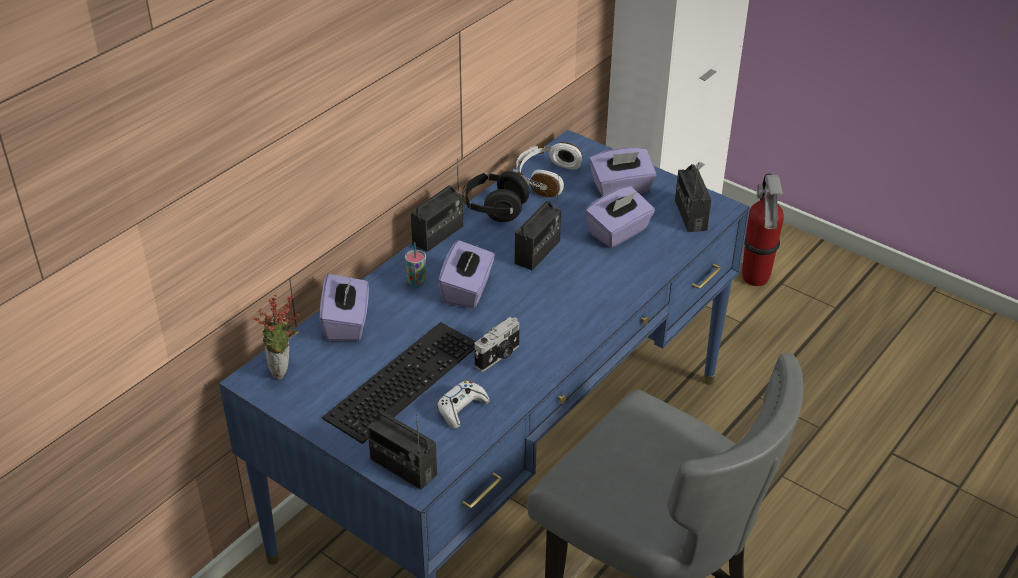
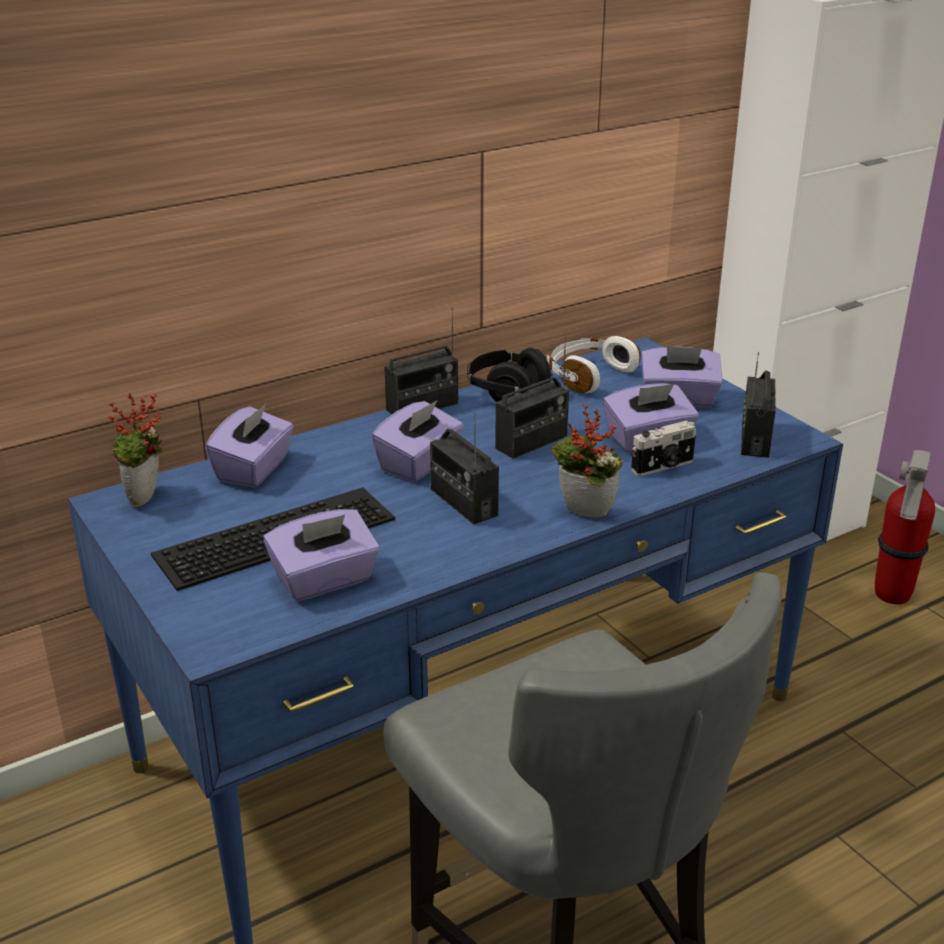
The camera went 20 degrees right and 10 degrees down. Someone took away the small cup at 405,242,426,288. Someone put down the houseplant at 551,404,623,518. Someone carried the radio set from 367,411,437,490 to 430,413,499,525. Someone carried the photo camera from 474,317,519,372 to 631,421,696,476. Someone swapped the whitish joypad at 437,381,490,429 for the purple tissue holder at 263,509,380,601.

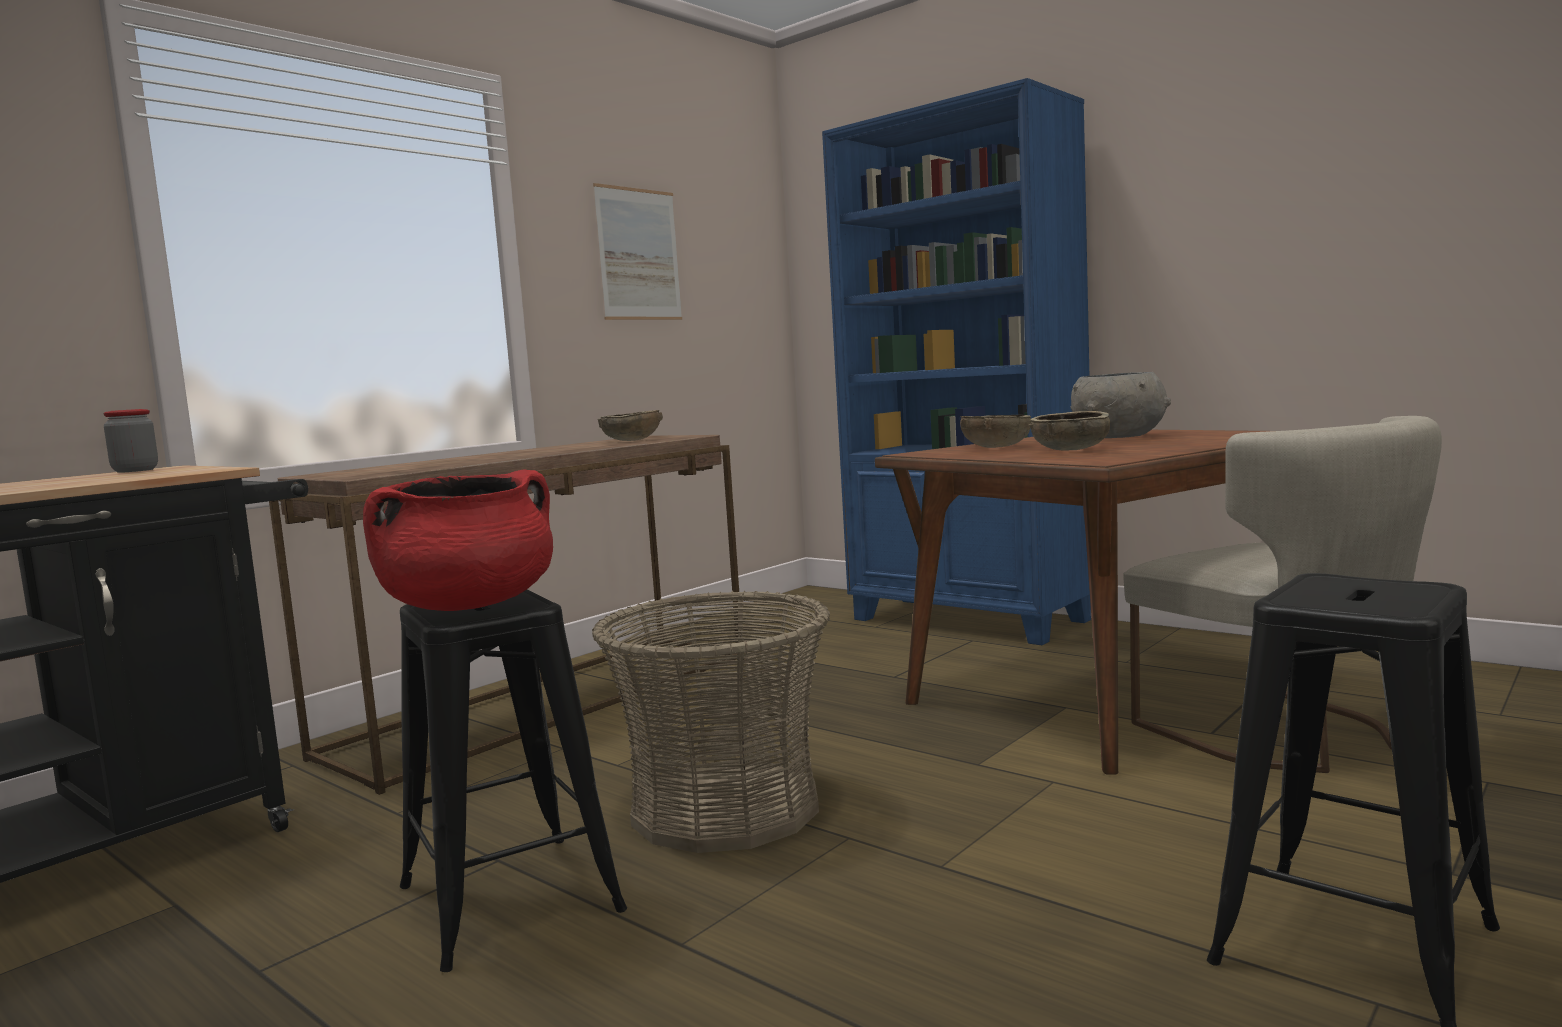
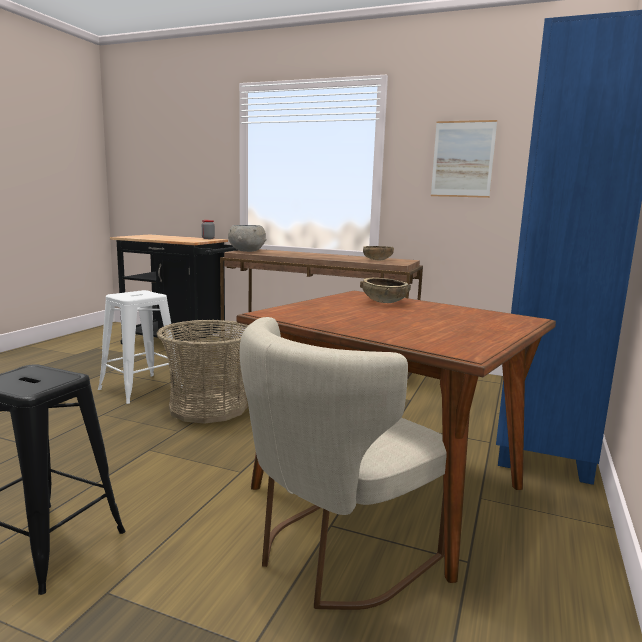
The camera went 70 degrees right and 5 degrees up. Someone took away the red-coloured stockpot at 363,470,553,611. Someone took away the brown deep dish at 1029,411,1110,451. Someone carried the grey deep dish from 1071,372,1171,438 to 228,225,266,252. Someone repainted the black-coloured sitting stool at 400,590,627,972, which became the whitish sitting stool at 98,290,183,404.

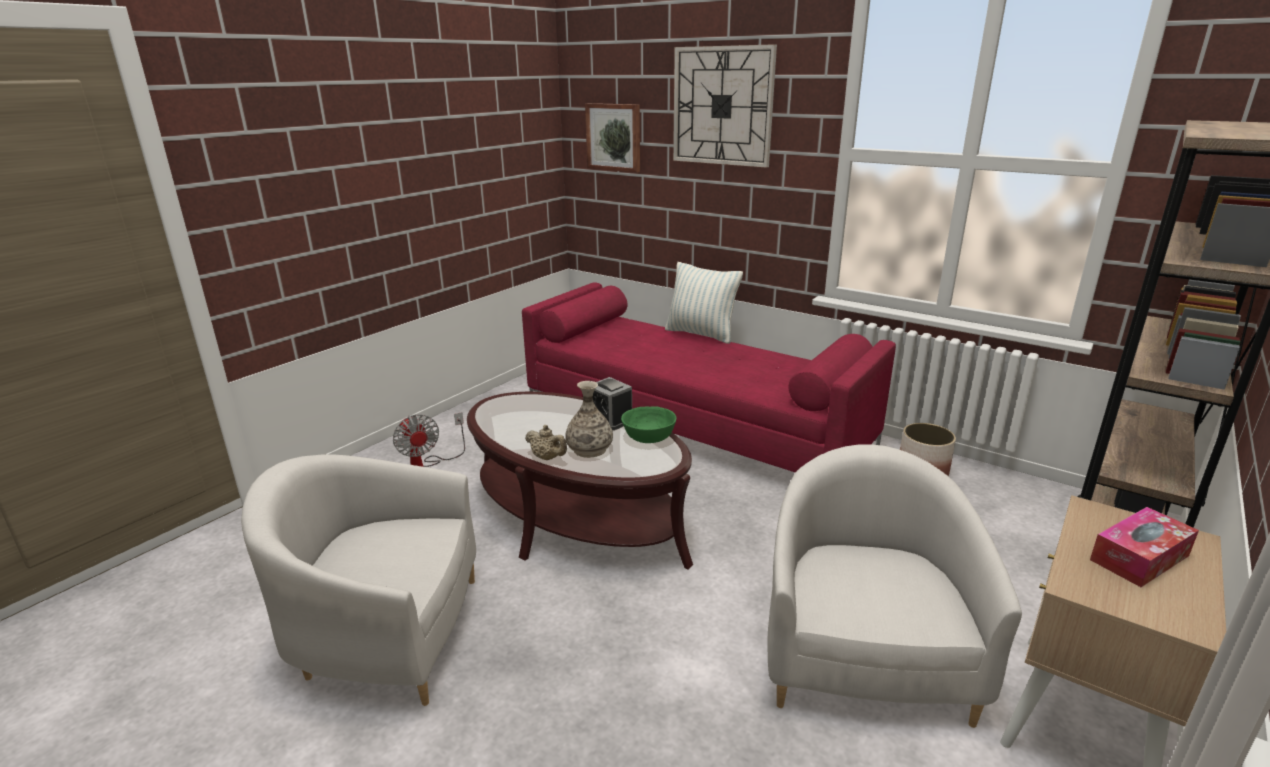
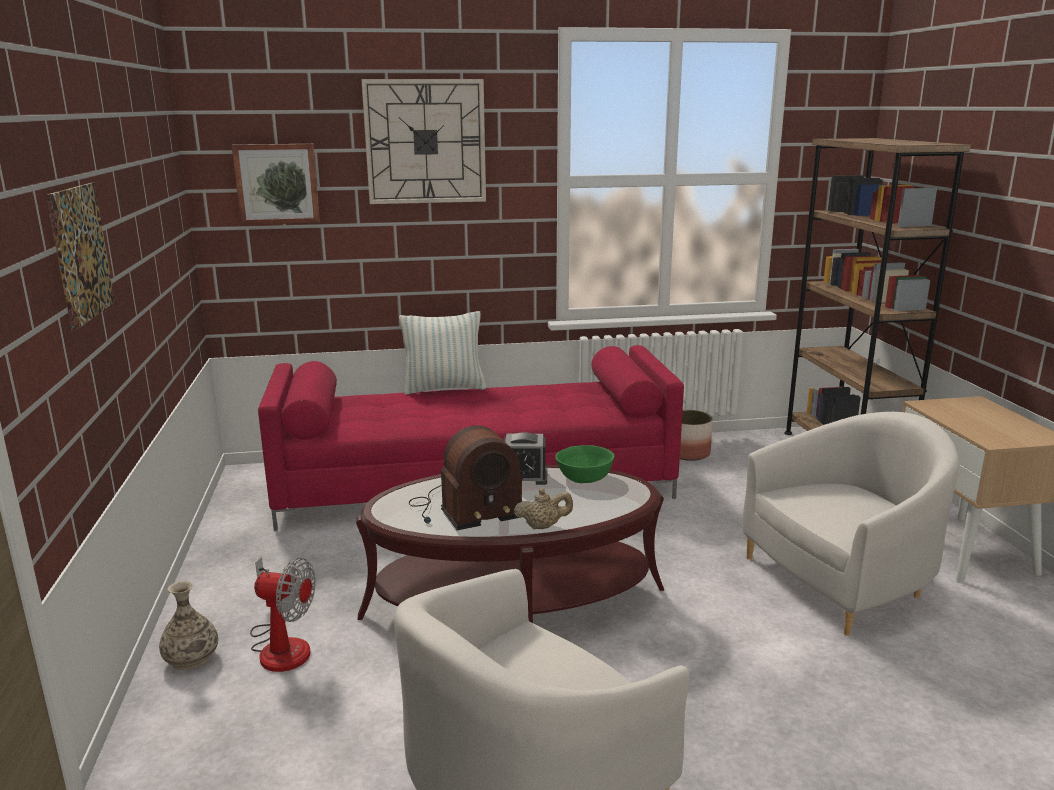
The camera went 45 degrees left and 5 degrees down. Someone took away the tissue holder at 1090,507,1199,587. Someone put up the wall art at 46,183,115,331. Someone put down the radio set at 409,425,523,530. Someone carried the vase from 565,381,613,458 to 159,581,218,670. Someone rotated the whitish lounge chair at 767,444,1022,728 by 105 degrees clockwise.

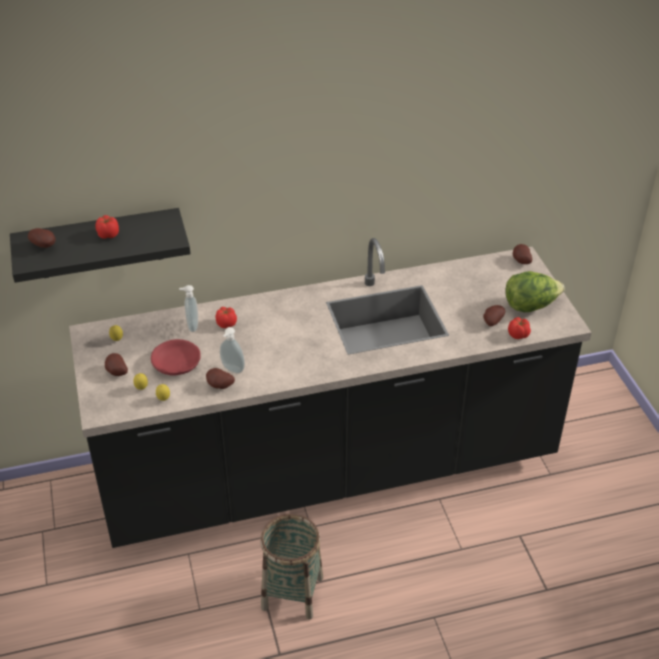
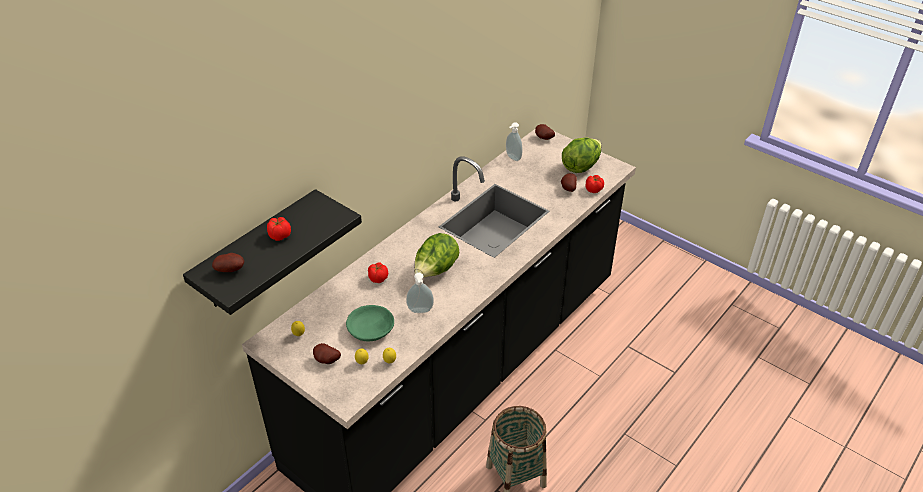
The camera went 35 degrees left and 0 degrees up. Someone took away the whole potato at 206,368,235,389. Someone put down the lettuce head at 414,233,459,278. Someone carried the liquid soap bottle from 179,285,198,332 to 506,122,522,161. Someone repainted the red-coloured deep dish at 151,339,201,376, which became the green-coloured deep dish at 346,305,394,341.

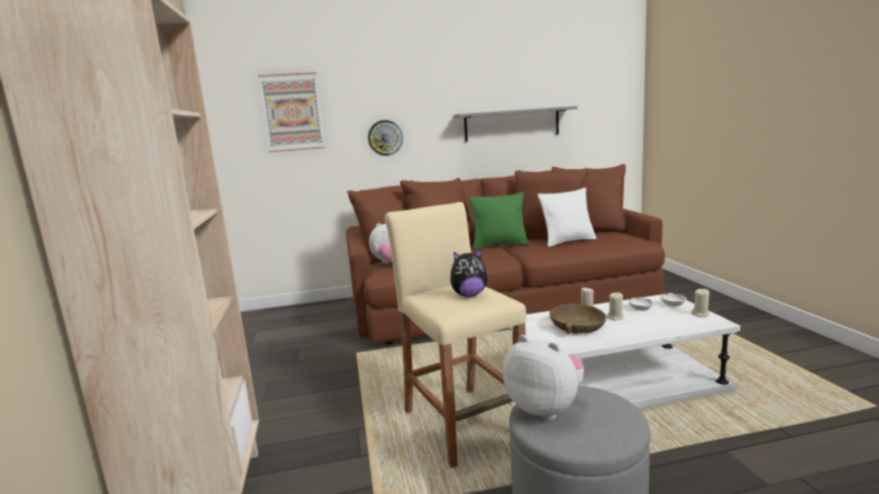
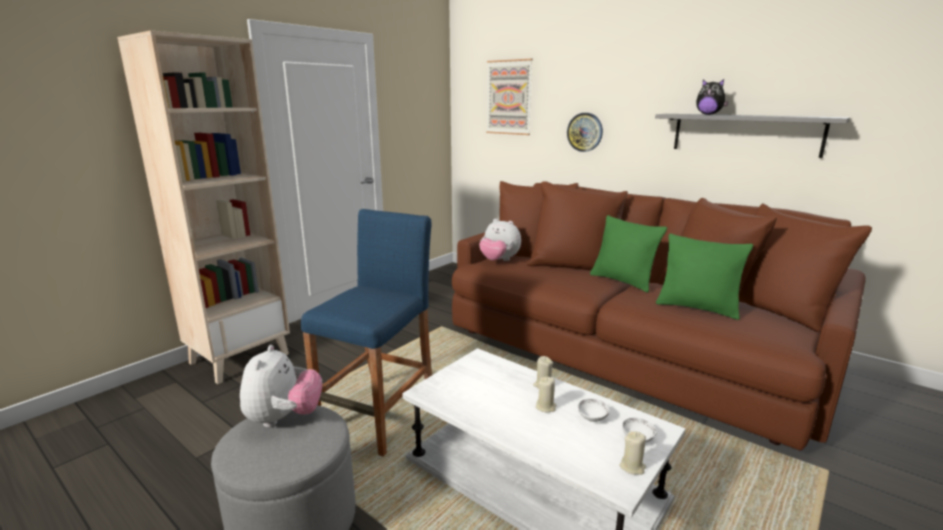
The camera went 50 degrees right and 5 degrees up. Someone took away the brown deep dish at 549,304,606,334. Someone carried the cuddly toy from 450,249,487,297 to 696,79,729,115. Someone repainted the sand-coloured sitting stool at 385,202,527,468, which became the blue sitting stool at 301,209,432,457. Someone repainted the whitish cushion at 538,188,596,247, which became the green-coloured cushion at 656,234,753,320.

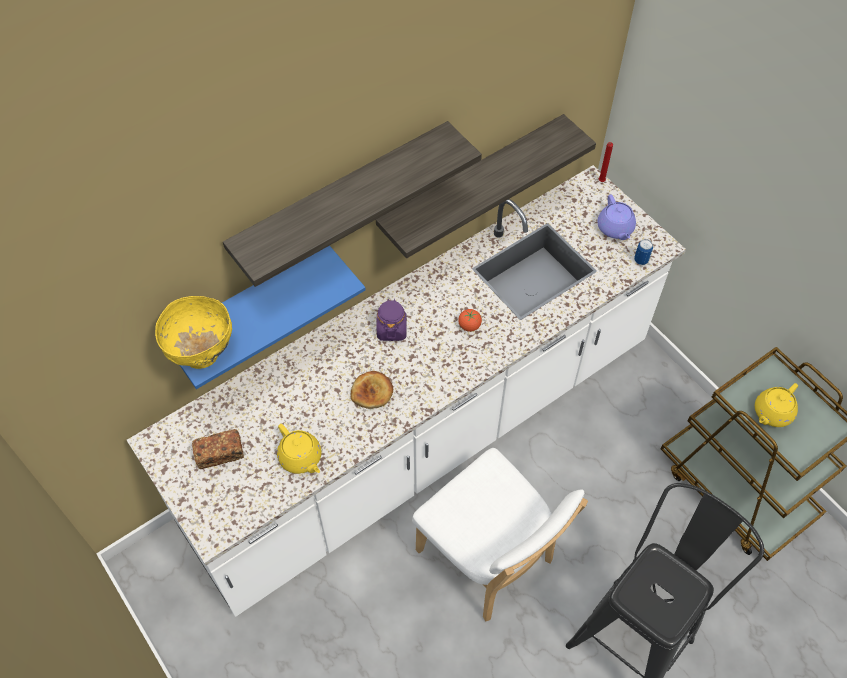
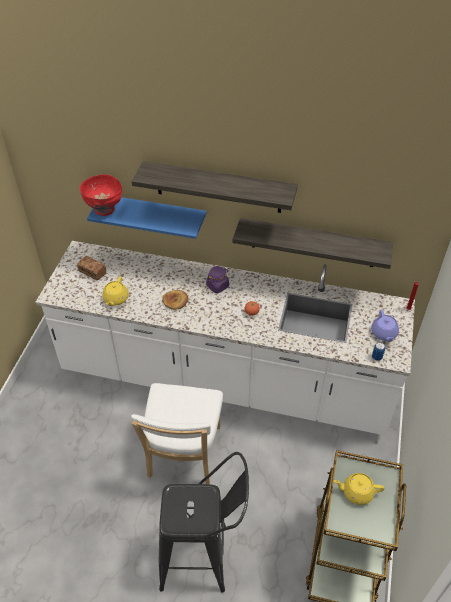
The camera went 50 degrees right and 10 degrees down. Someone repainted the yellowish deep dish at 155,296,232,369, which became the red-coloured deep dish at 80,174,122,216. Someone rotated the purple pot for tea at 597,194,636,240 by 45 degrees counterclockwise.

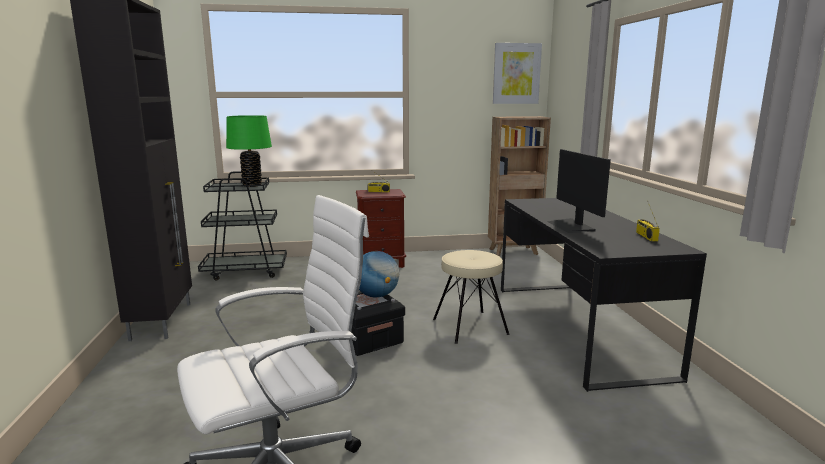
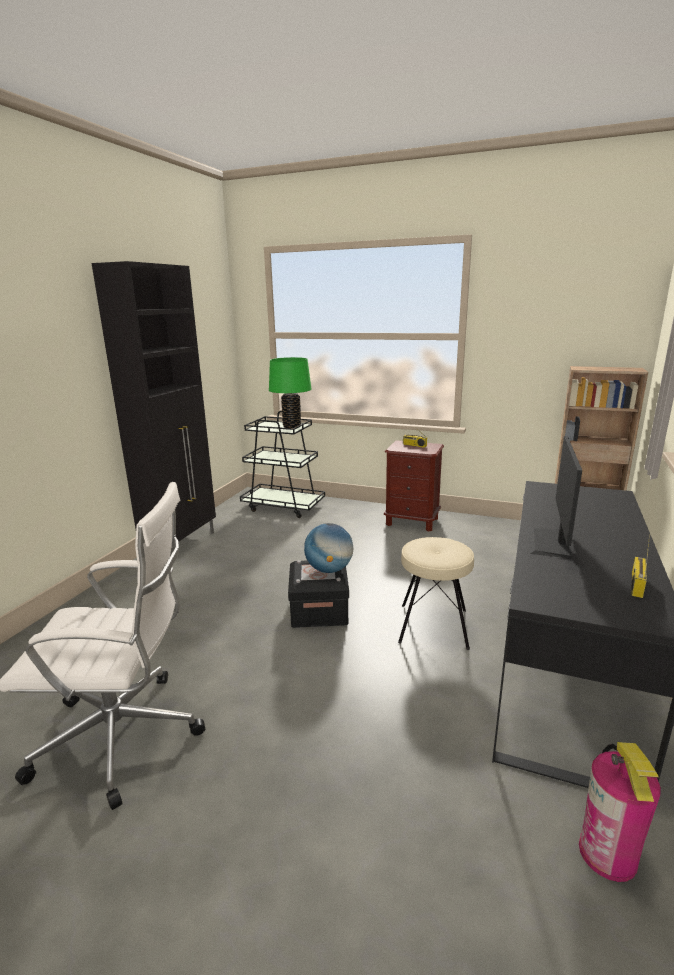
The camera went 30 degrees right and 5 degrees up. Someone took away the wall art at 493,43,542,104. Someone put down the extinguisher at 579,742,661,882.

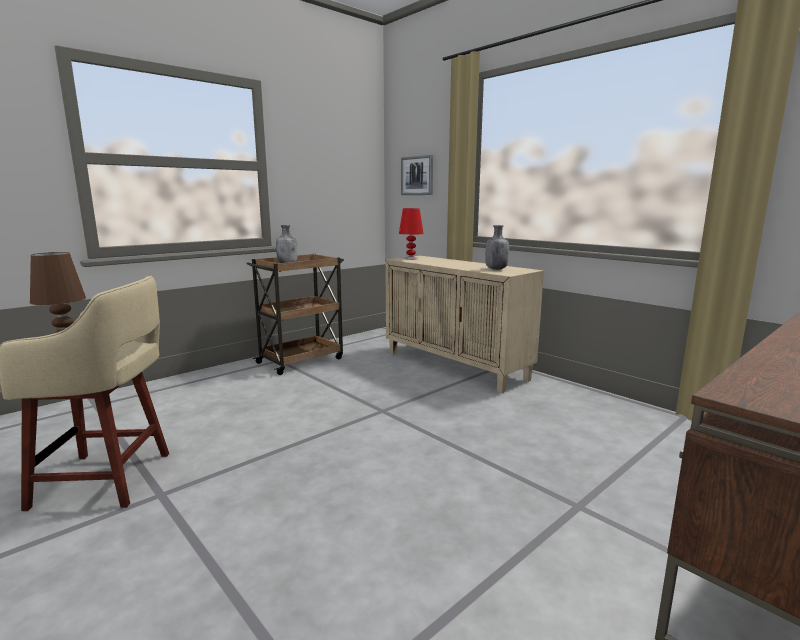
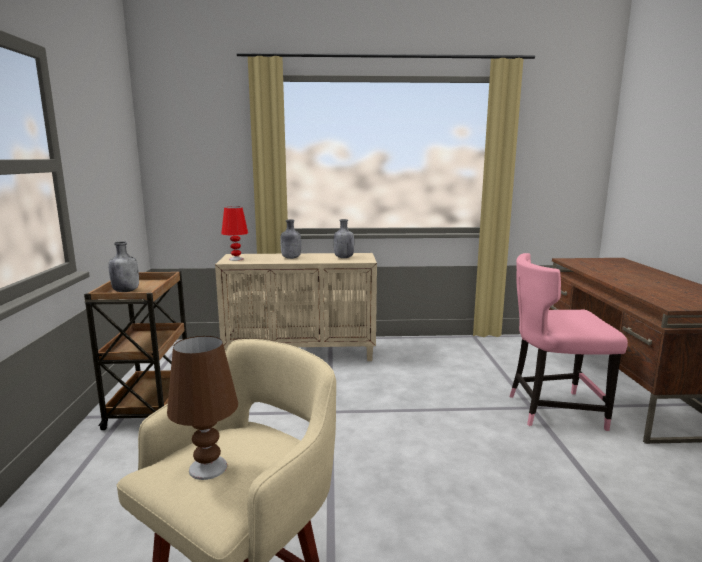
The camera went 50 degrees left and 0 degrees up. Someone took away the wall art at 401,155,433,195. Someone put down the grey drink bottle at 280,219,301,259. Someone put down the pink-coloured upright chair at 510,253,628,431.

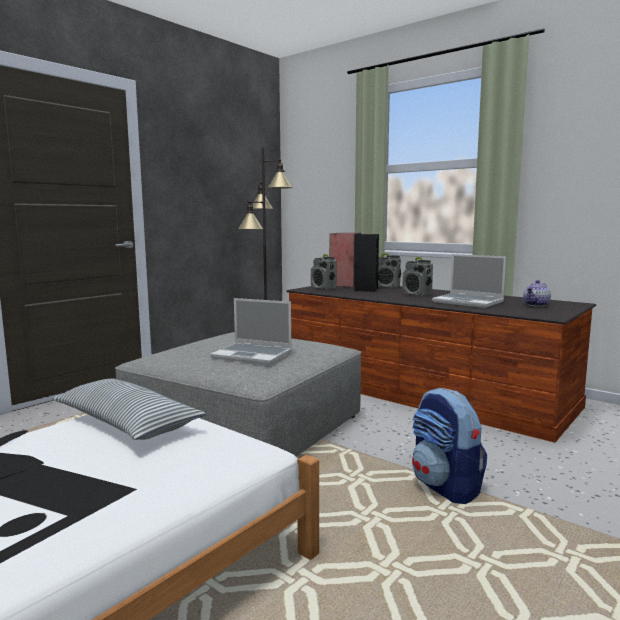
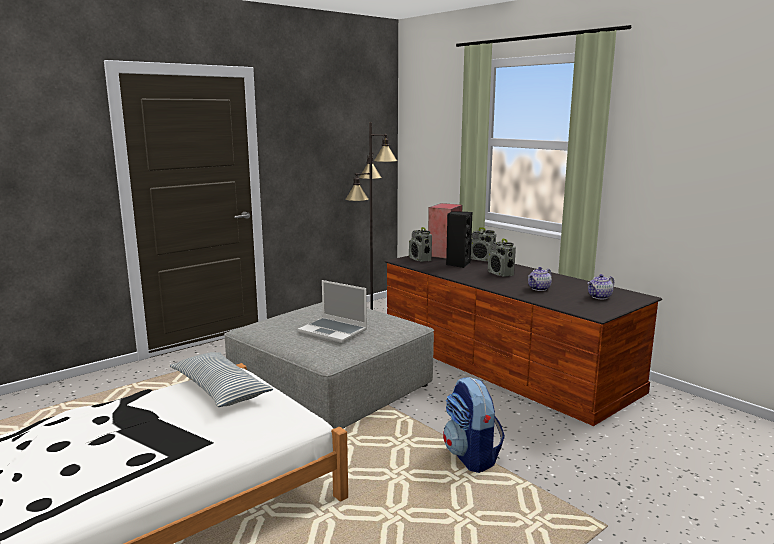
The camera went 10 degrees right and 5 degrees up. Someone swapped the notebook computer at 432,254,506,308 for the pot for tea at 528,267,552,291.

